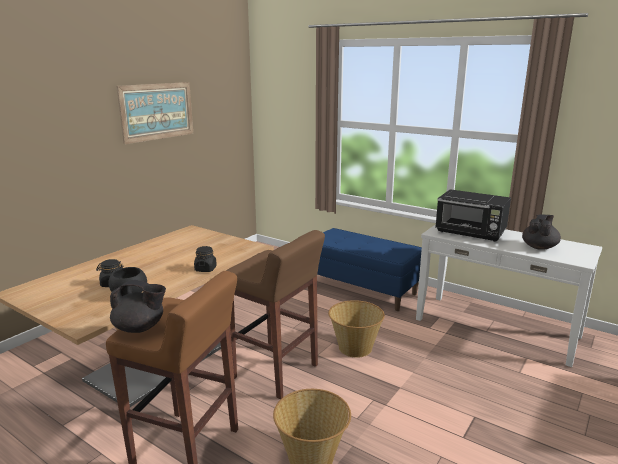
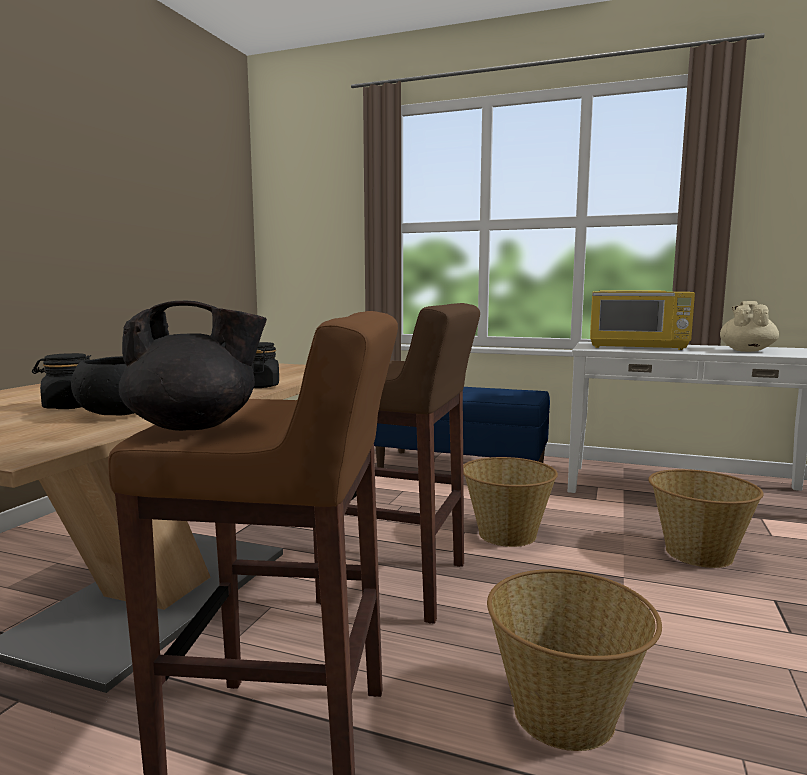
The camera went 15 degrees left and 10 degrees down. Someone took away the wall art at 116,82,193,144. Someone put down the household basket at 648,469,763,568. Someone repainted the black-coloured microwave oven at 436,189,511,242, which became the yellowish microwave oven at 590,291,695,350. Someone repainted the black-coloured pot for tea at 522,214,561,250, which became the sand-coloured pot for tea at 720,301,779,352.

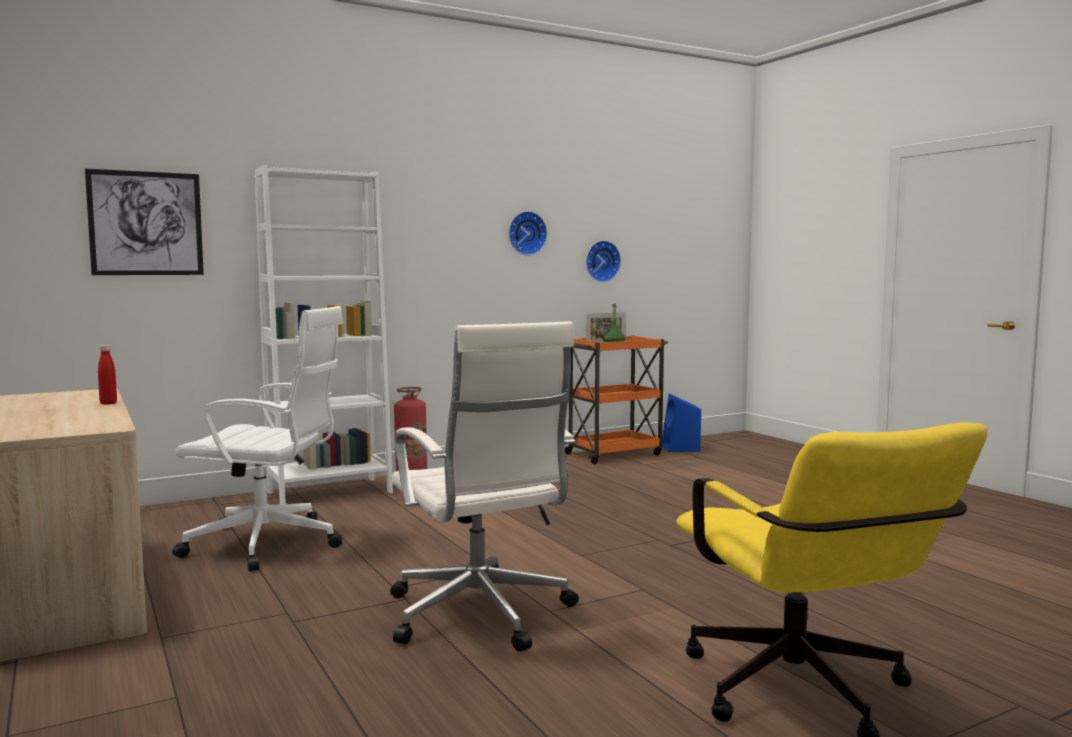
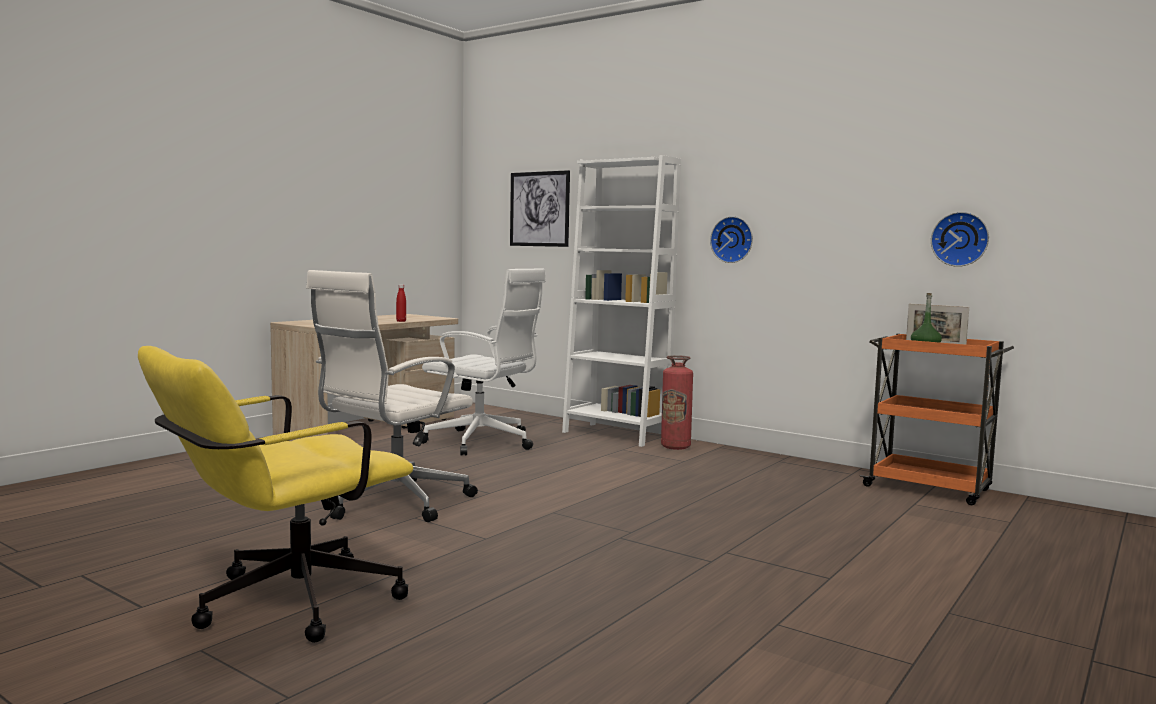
The camera went 65 degrees right and 0 degrees up. Someone took away the blue speaker at 662,393,701,452. Someone carried the wall clock from 509,211,547,256 to 710,216,753,263. Someone rotated the whitish desk chair at 172,306,343,572 by 45 degrees counterclockwise.

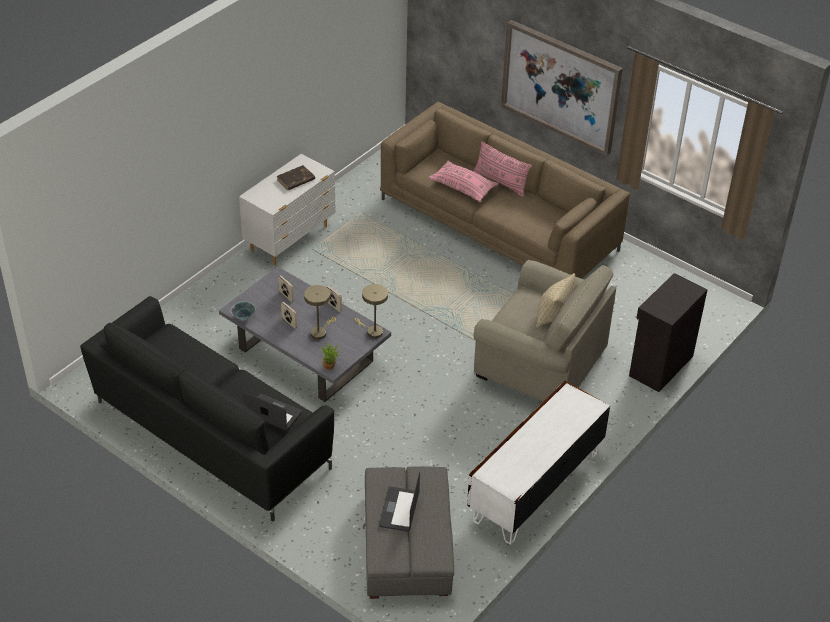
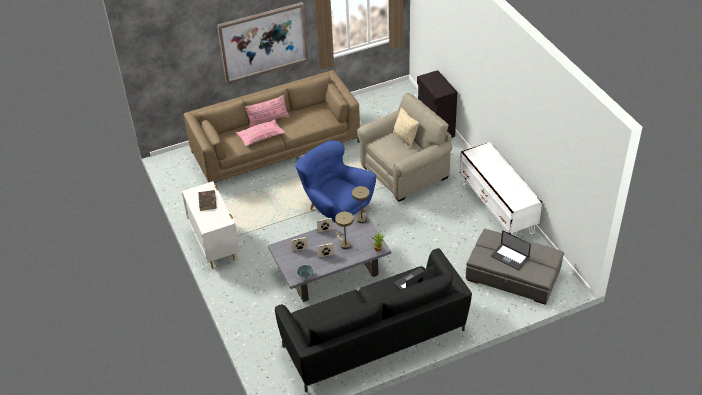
The camera went 60 degrees left and 0 degrees up. Someone put down the blue lounge chair at 295,140,376,222.

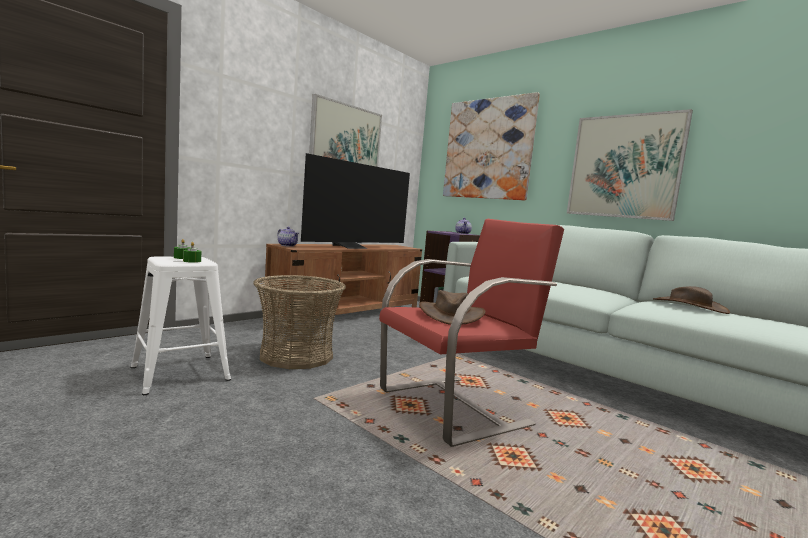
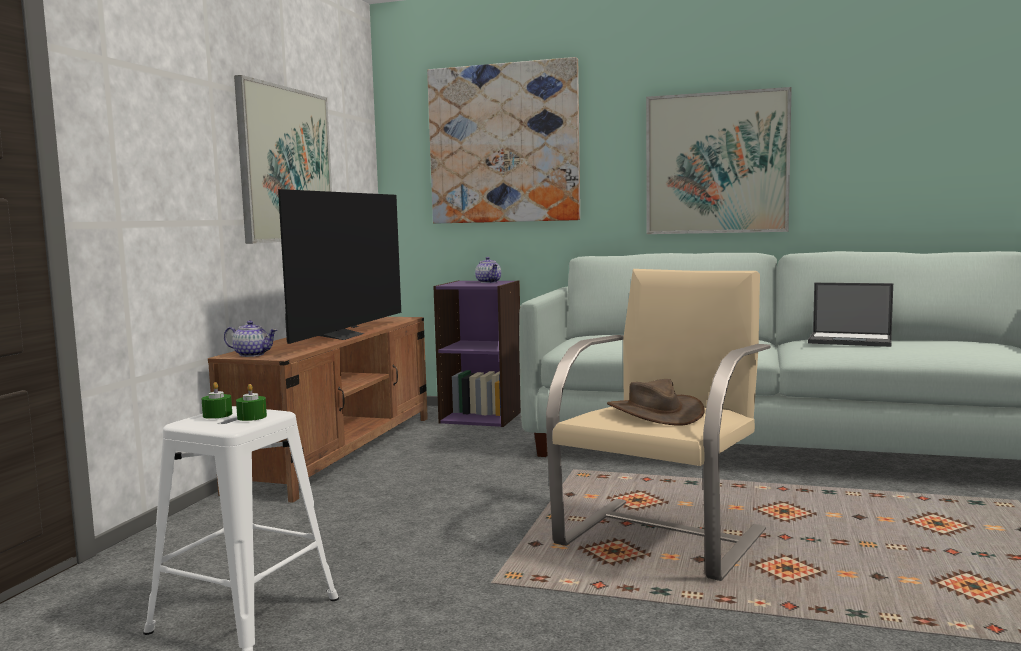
The camera went 25 degrees left and 0 degrees up. Someone took away the household basket at 254,275,346,369. Someone swapped the brown hat at 653,286,730,314 for the notebook computer at 808,283,893,347. Someone repainted the red-coloured lounge chair at 379,219,564,447, which became the sand-coloured lounge chair at 546,269,770,581.

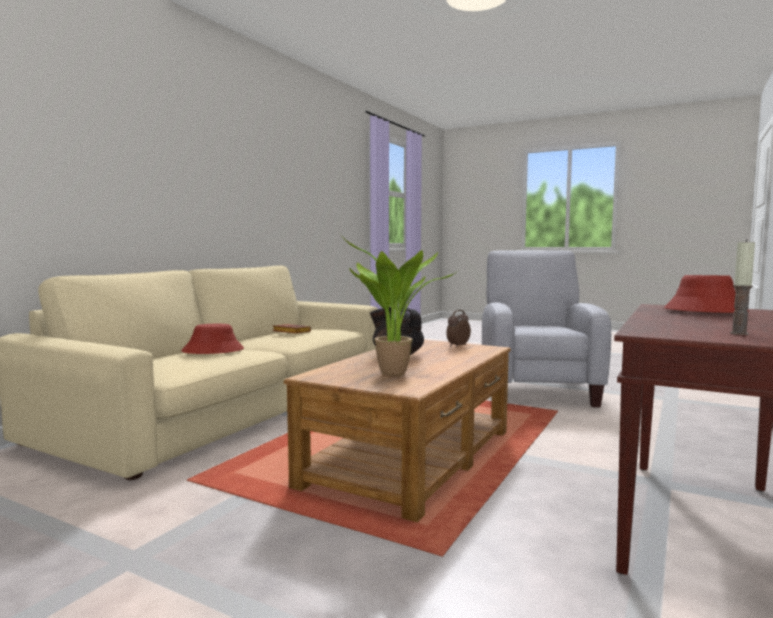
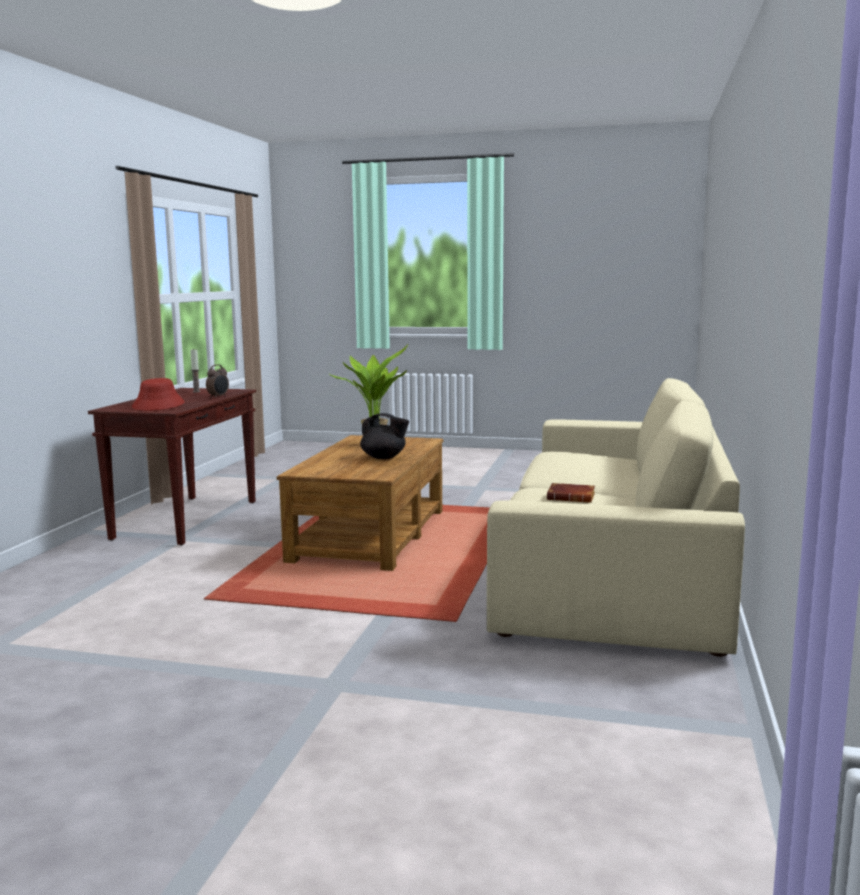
The camera went 165 degrees right and 5 degrees up. Someone took away the red-coloured hat at 181,324,244,354. Someone took away the grey lounge chair at 482,250,611,407. Someone carried the bedside clock from 446,310,471,347 to 206,364,229,398.

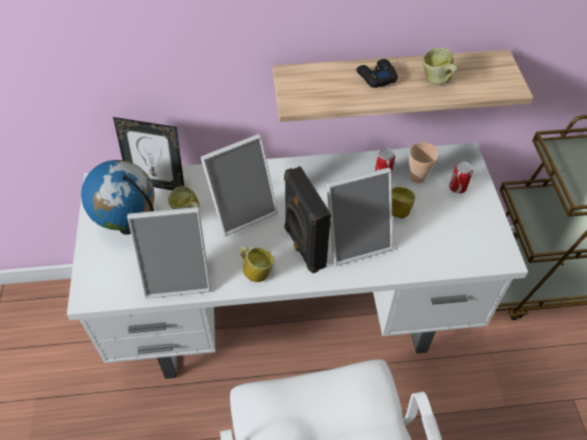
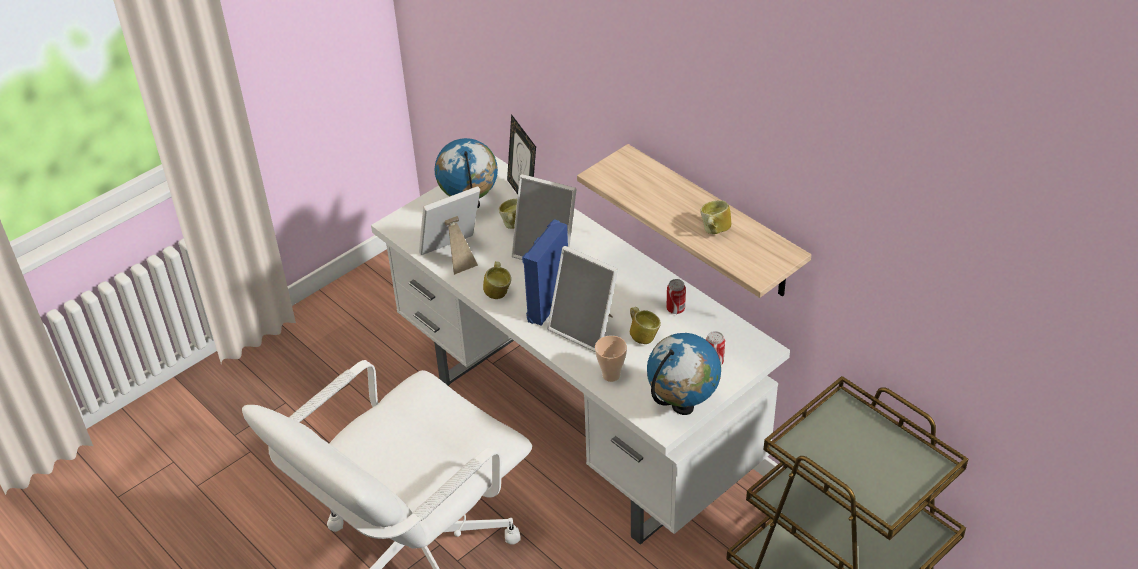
The camera went 55 degrees right and 10 degrees down. Someone took away the black-coloured joypad at 356,59,398,88. Someone put down the globe at 647,333,721,415. Someone carried the small cup from 409,142,439,183 to 595,336,627,382. Someone repainted the black-coloured speaker at 284,166,331,273, which became the blue speaker at 522,219,568,326. Someone rotated the standing frame at 127,207,211,299 by 105 degrees clockwise.

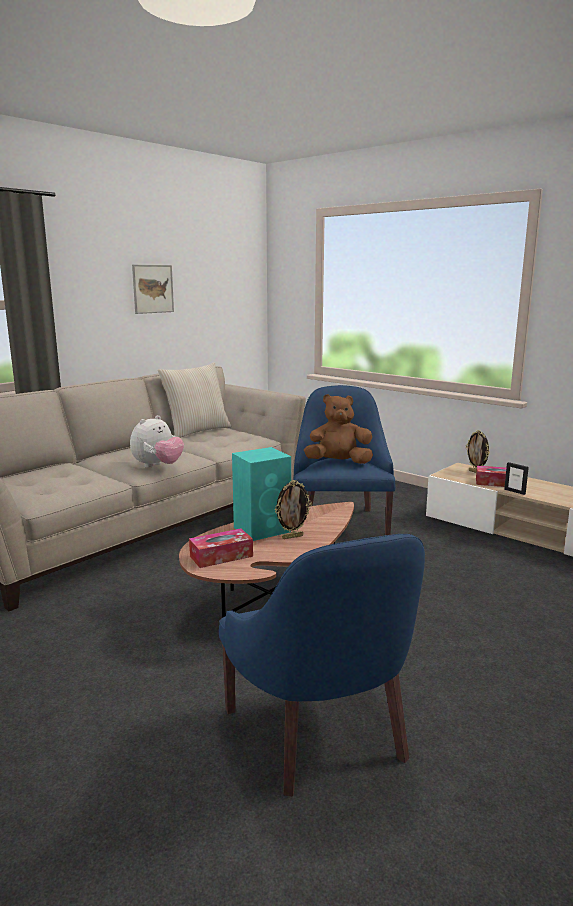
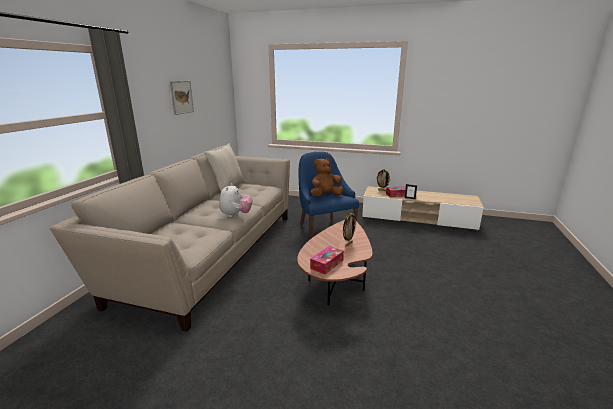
The camera went 25 degrees left and 5 degrees up. Someone took away the blue lounge chair at 219,534,425,796. Someone took away the turquoise-coloured speaker at 232,447,291,541.

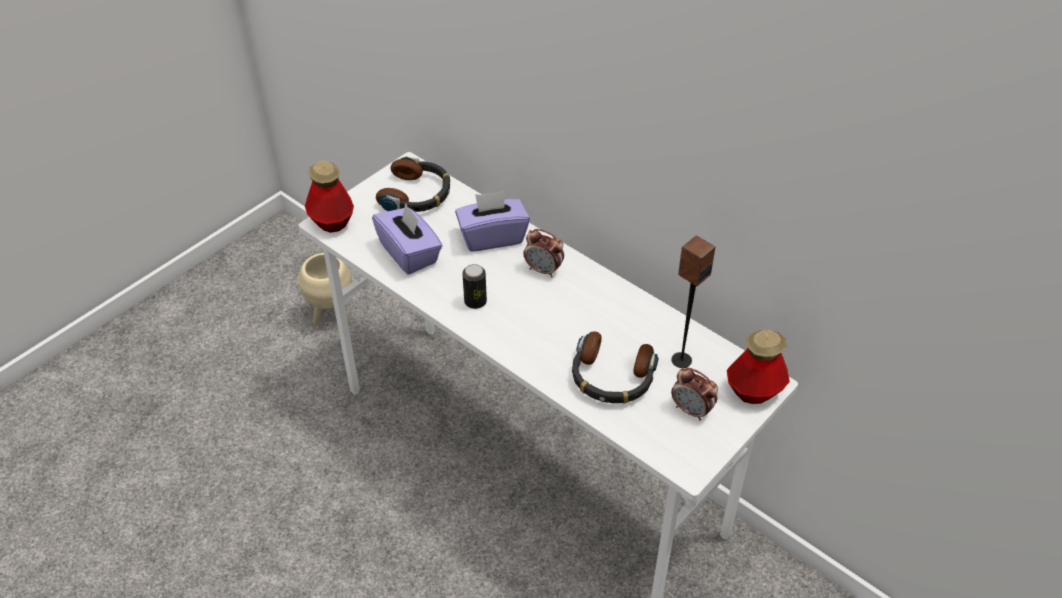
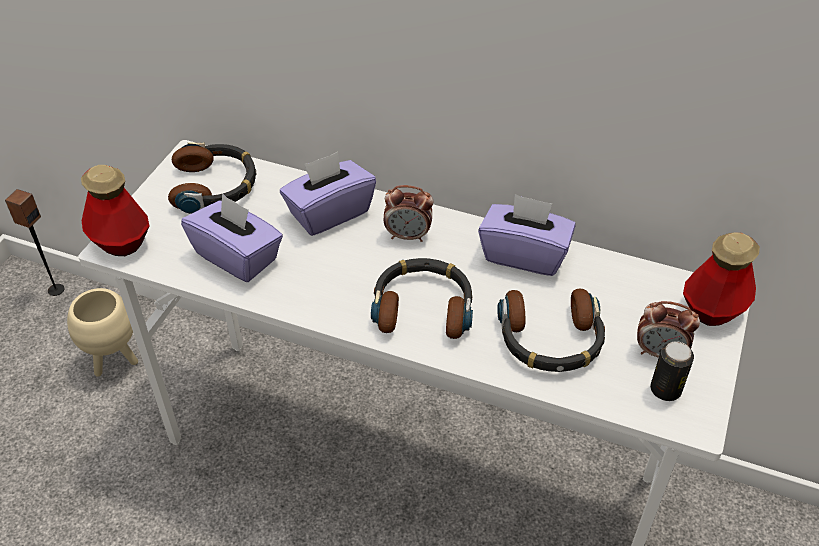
The camera went 20 degrees left and 0 degrees up. Someone put down the headset at 371,258,473,339. Someone put down the purple tissue holder at 478,194,576,276. Someone carried the sealed can from 463,264,487,309 to 650,341,694,401. Someone carried the speaker from 671,235,715,368 to 5,189,65,296.

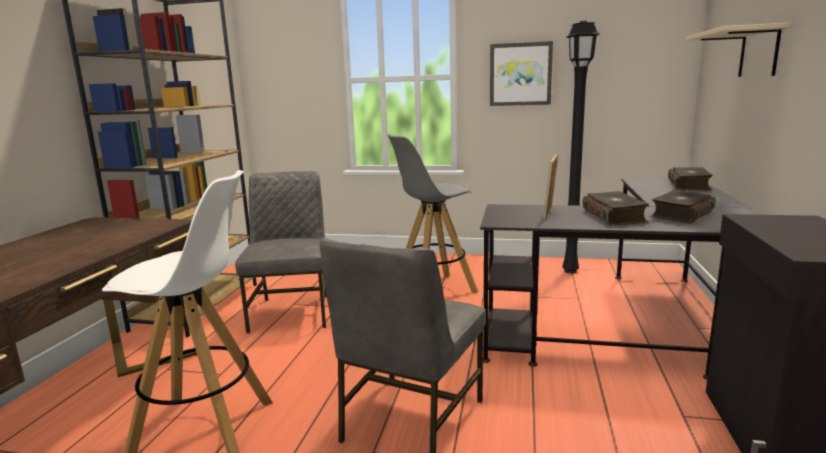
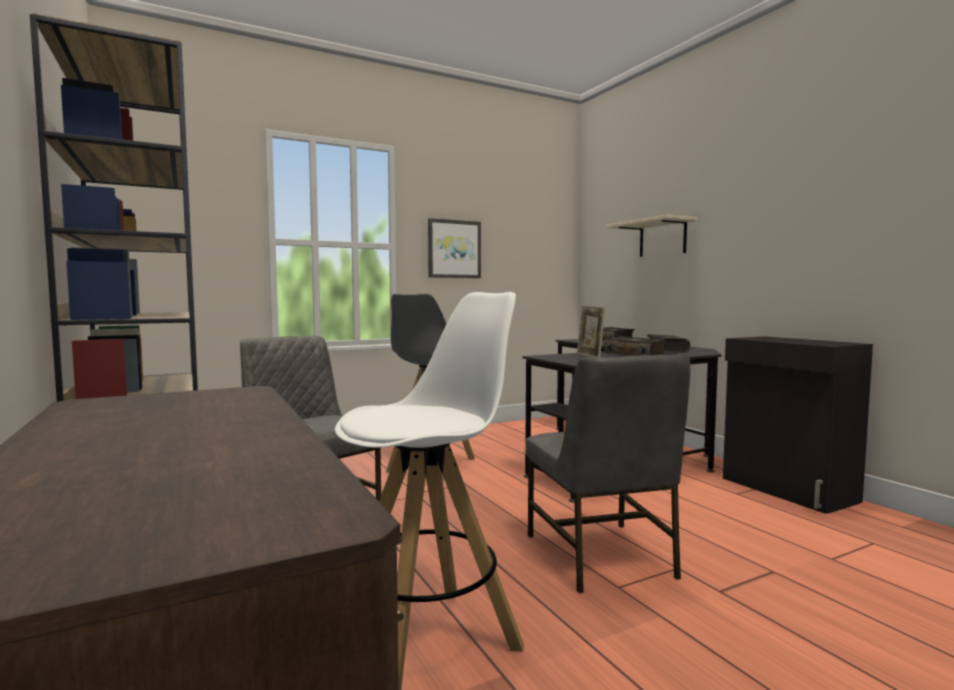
The camera went 40 degrees left and 10 degrees down. Someone took away the black-coloured standing lamp at 562,21,600,273.

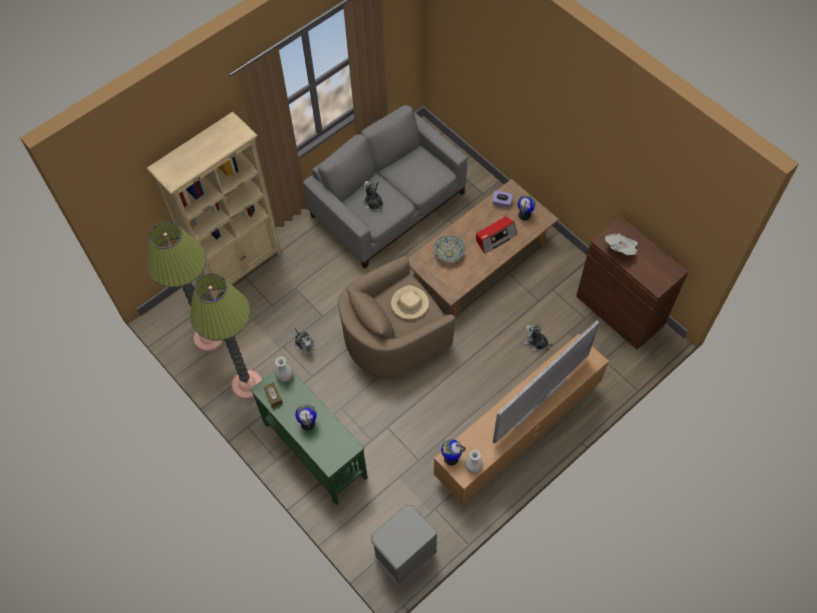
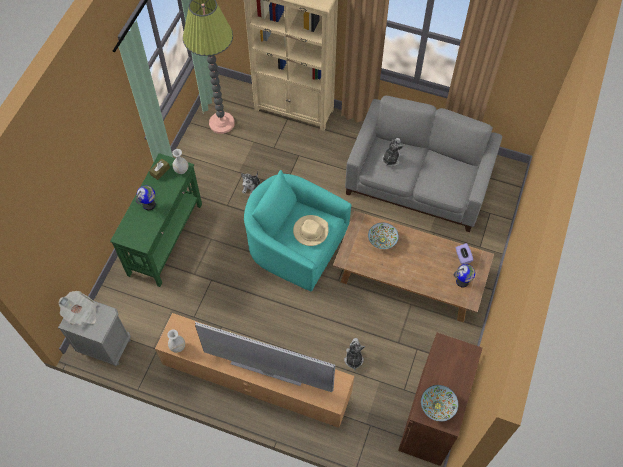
The camera went 60 degrees right and 0 degrees up. Someone took away the standing lamp at 190,274,262,399. Someone took away the globe at 441,439,466,465. Someone took away the radio set at 476,216,517,254. Someone put down the deep dish at 421,385,458,421. Someone carried the printed paper from 605,233,638,255 to 59,291,97,325. Someone repainted the sand-coloured lounge chair at 338,256,455,379, which became the turquoise-coloured lounge chair at 244,170,352,291.

